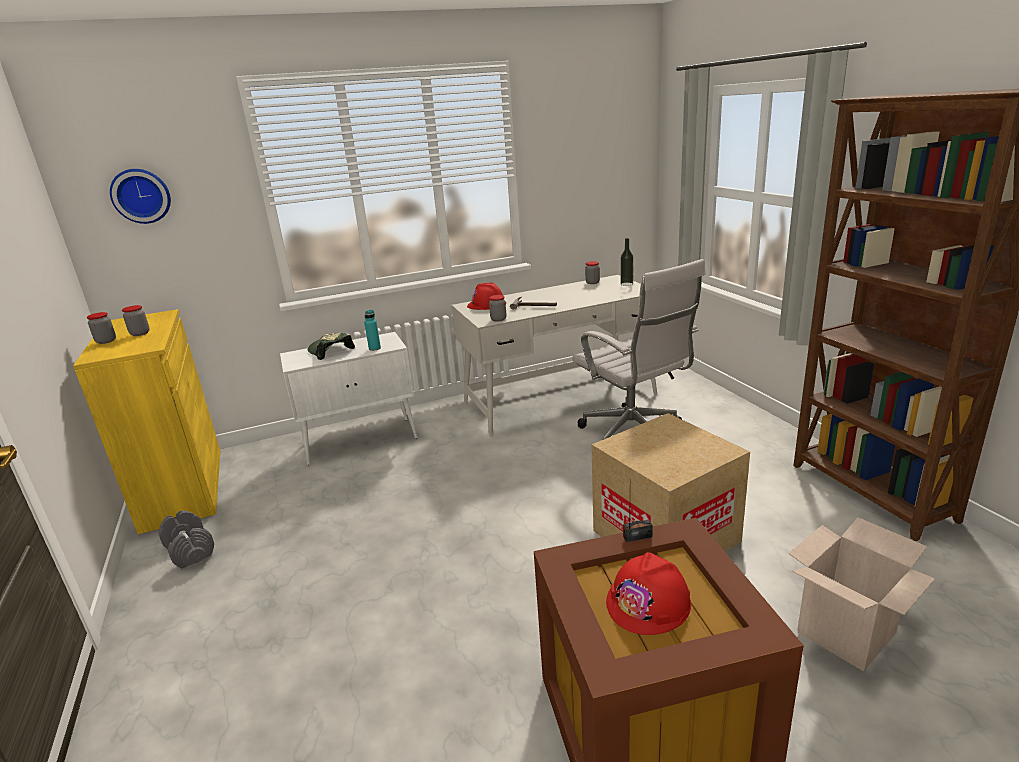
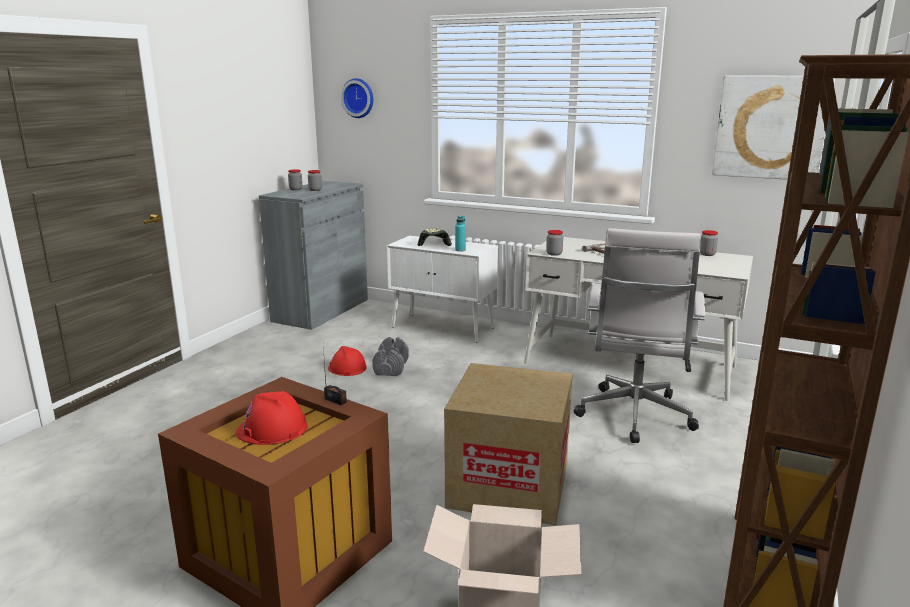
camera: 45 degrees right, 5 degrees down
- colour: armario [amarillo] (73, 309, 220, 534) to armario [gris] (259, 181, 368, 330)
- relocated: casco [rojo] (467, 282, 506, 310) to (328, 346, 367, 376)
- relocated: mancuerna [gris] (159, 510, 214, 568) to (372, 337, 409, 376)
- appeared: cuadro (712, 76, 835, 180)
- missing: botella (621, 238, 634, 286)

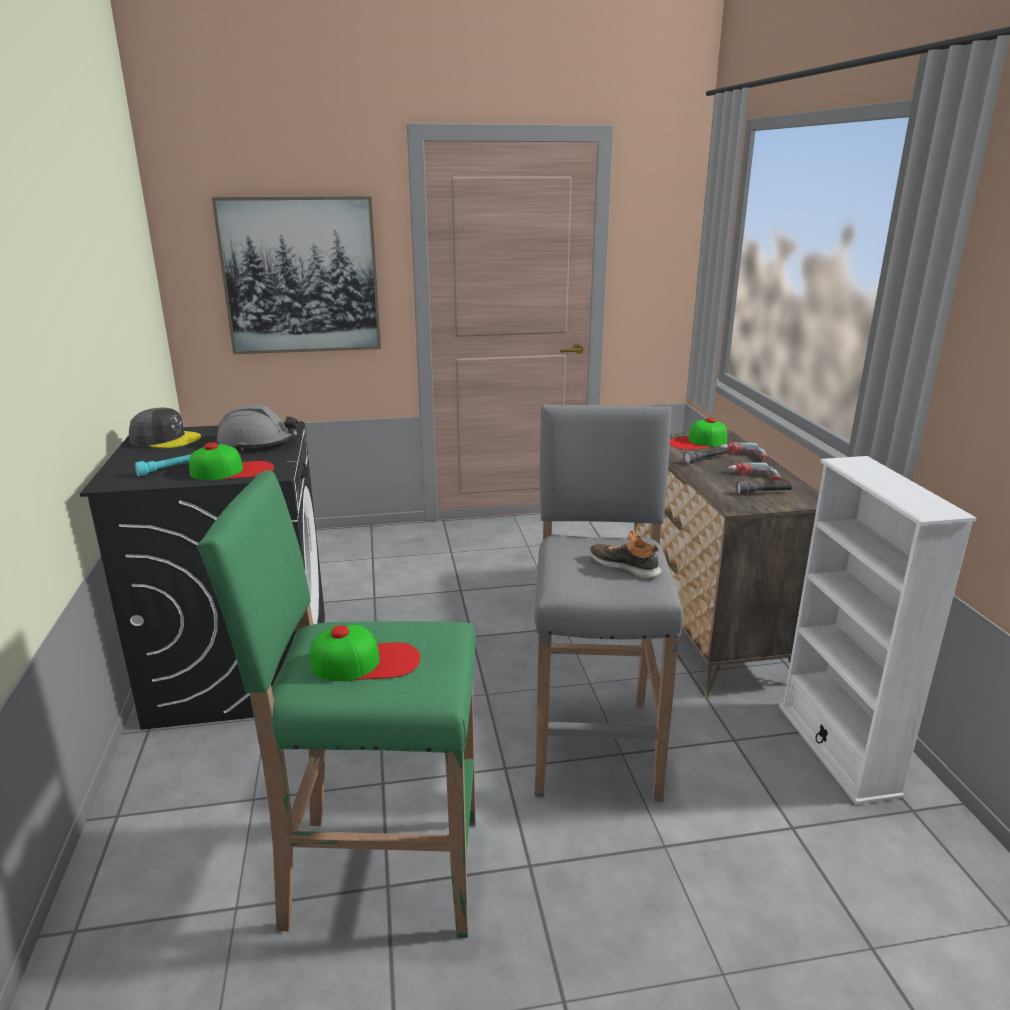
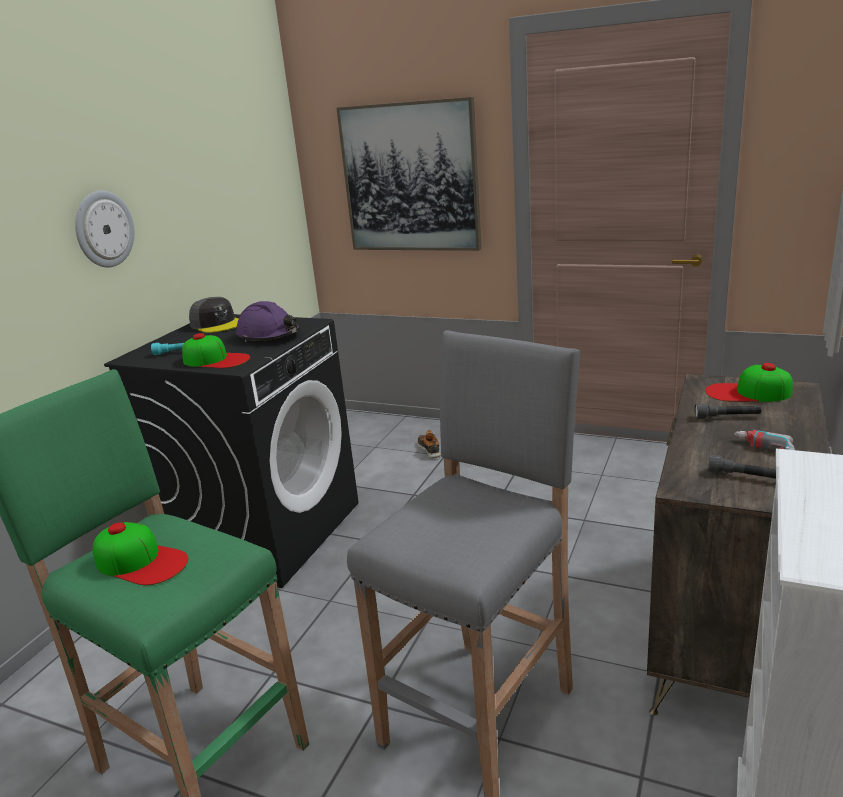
camera: 35 degrees right, 0 degrees up
- appeared: reloj de pared (75, 190, 134, 268)
- colour: casco [gris] (217, 405, 298, 451) to casco [morado] (236, 301, 301, 342)
- relocated: zapato (590, 530, 662, 579) to (417, 430, 441, 459)
- missing: taladro (720, 442, 776, 463)

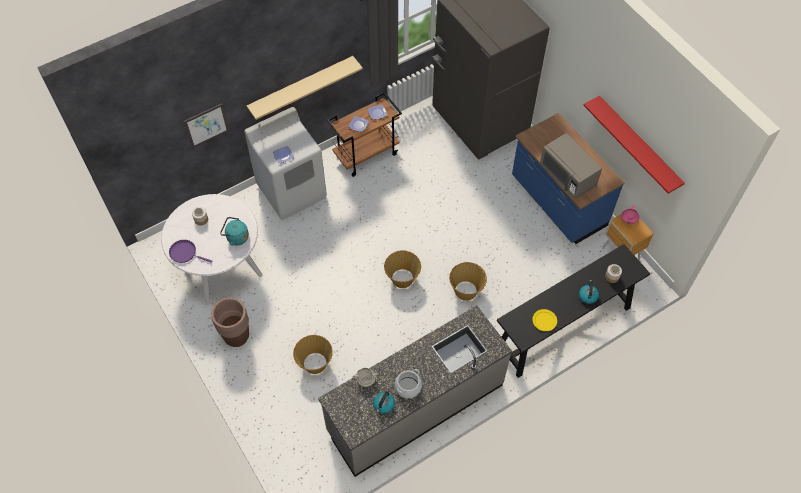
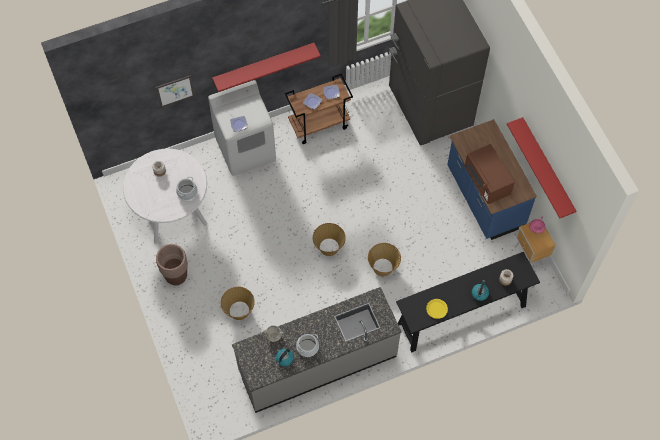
camera: 10 degrees right, 5 degrees up
- exchanged: hervidor [turquesa] (220, 217, 249, 246) to olla (176, 176, 197, 200)
- colour: estante [beis] (247, 56, 363, 120) to estante [rojo] (212, 43, 321, 92)
- colour: microondas [gris] (540, 133, 602, 198) to microondas [marrón] (465, 144, 515, 204)
- missing: sartén [morado] (169, 240, 212, 263)

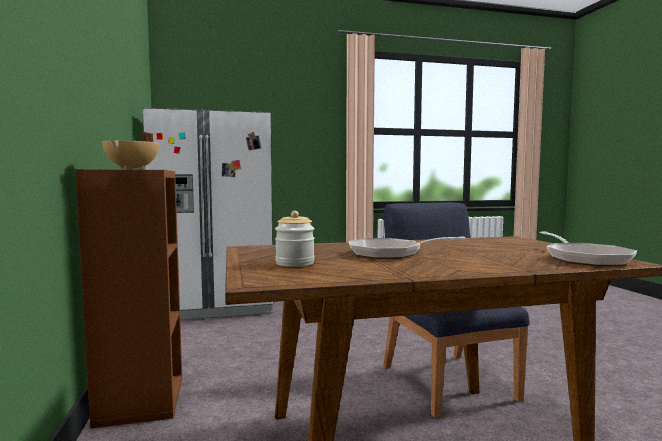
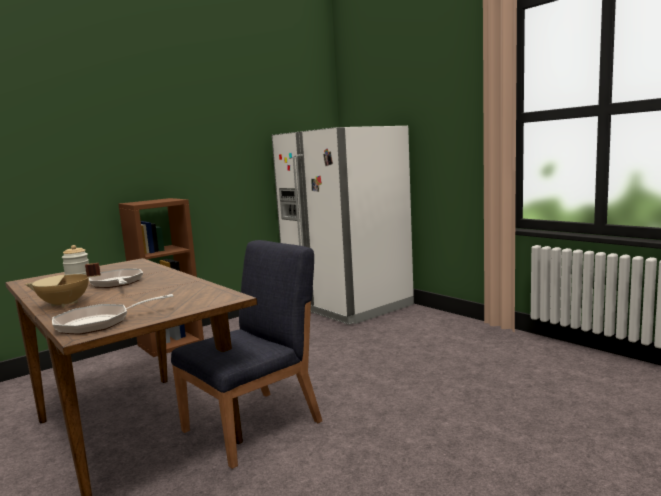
camera: 65 degrees right, 5 degrees up
- relocated: olla [beis] (102, 132, 159, 170) to (25, 263, 101, 308)

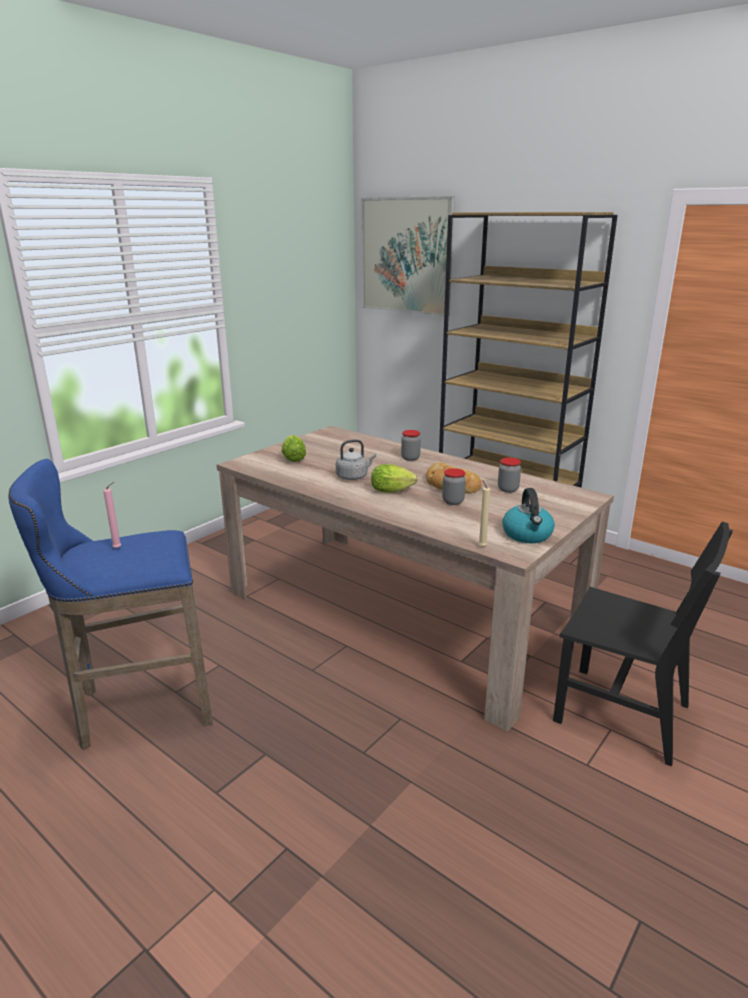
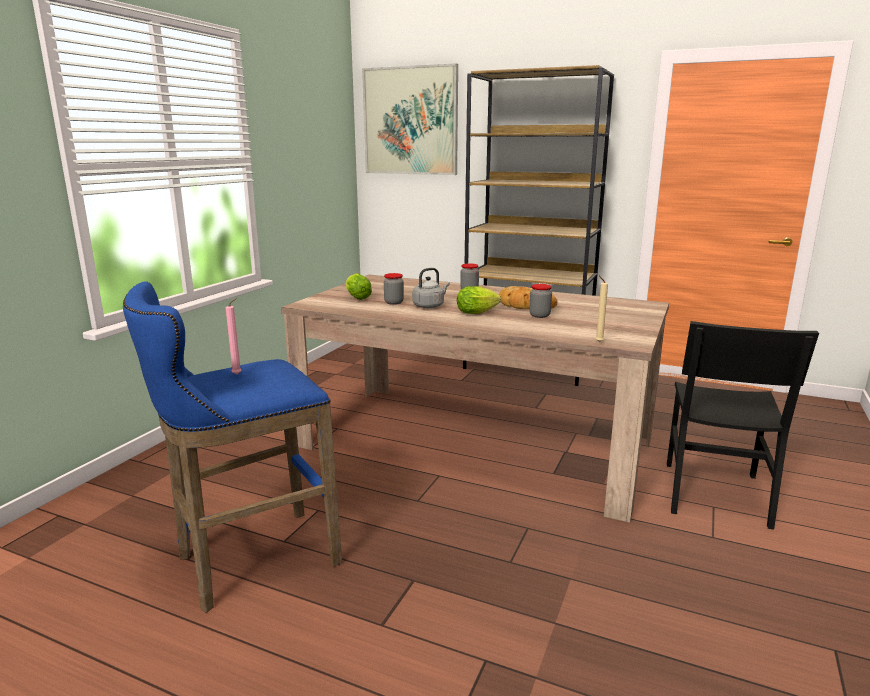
camera: 15 degrees left, 5 degrees down
- relocated: tarro (498, 458, 521, 493) to (384, 273, 404, 305)
- spun: silla [negro] (553, 521, 733, 767) = (667, 321, 819, 530) 90 degrees clockwise
- missing: hervidor (502, 488, 555, 543)

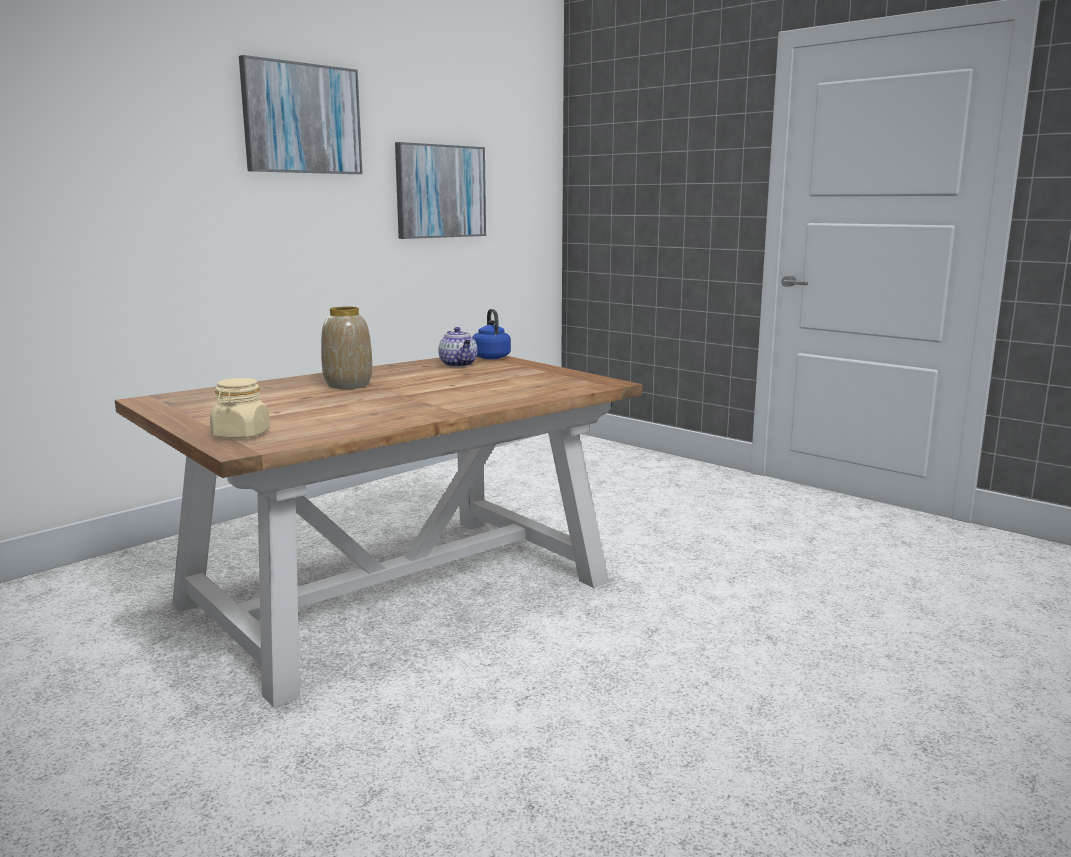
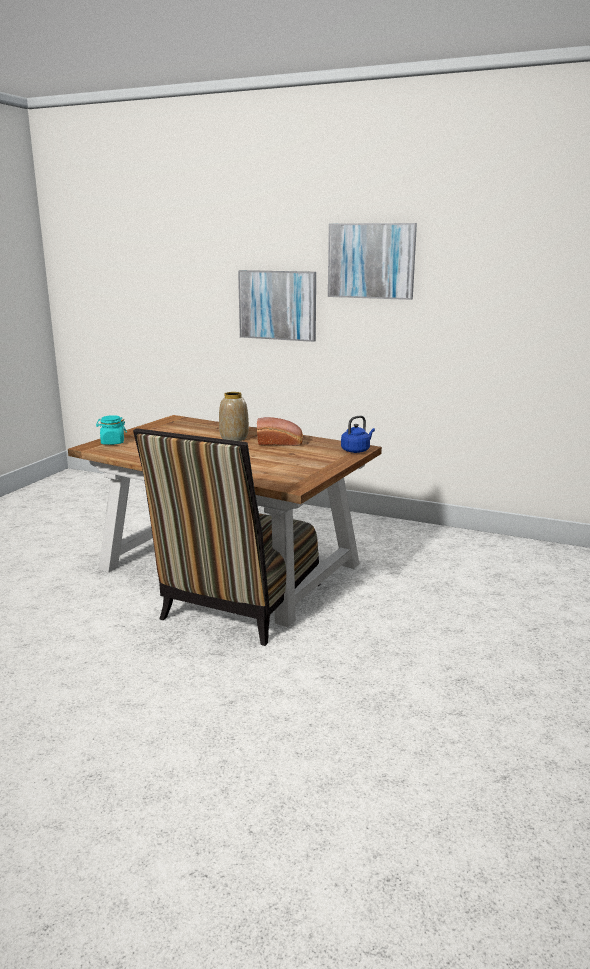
camera: 70 degrees right, 5 degrees up
- colour: tarro [beis] (210, 378, 270, 439) to tarro [turquesa] (96, 415, 127, 445)
- appeared: silla (133, 428, 321, 646)
- relocated: cuadro (395, 142, 486, 239) to (238, 270, 316, 342)
- appeared: pan (257, 417, 303, 446)
- missing: tetera (438, 327, 477, 367)

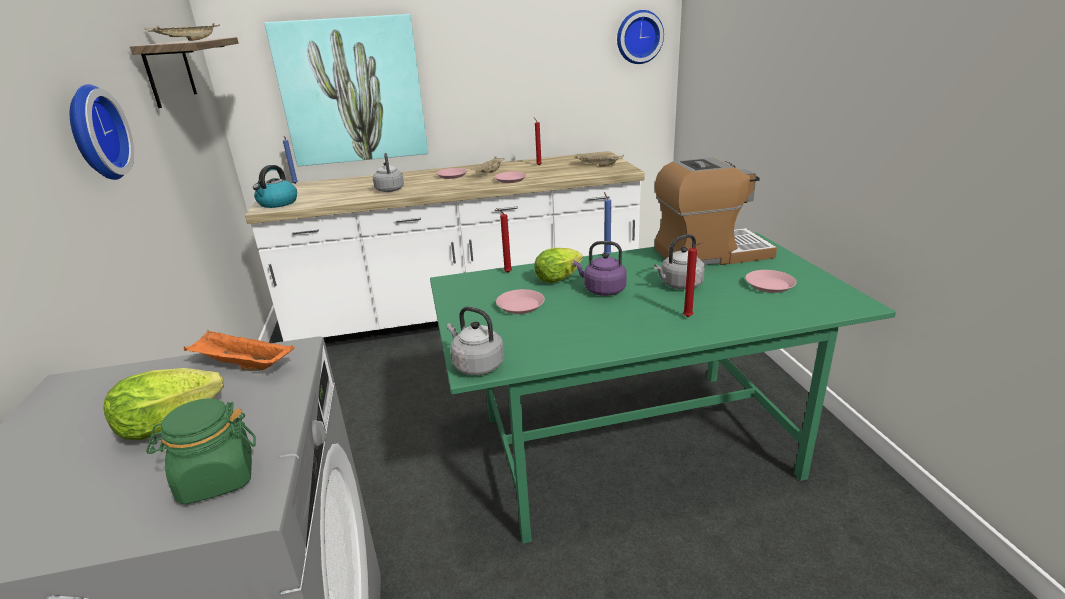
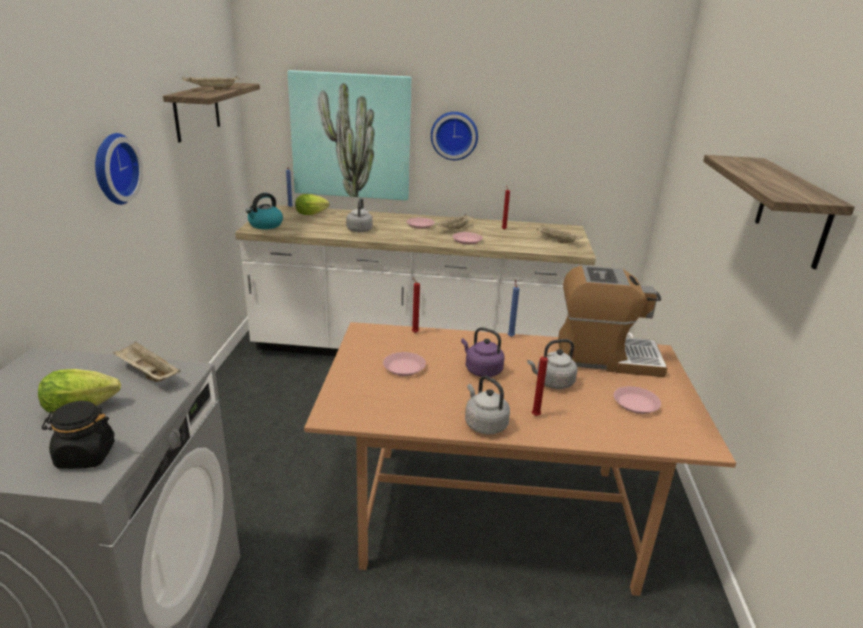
camera: 15 degrees right, 0 degrees up
- colour: tarro [verde] (146, 398, 256, 504) to tarro [negro] (42, 401, 115, 469)
- colour: bandeja [naranja] (184, 331, 295, 371) to bandeja [beis] (113, 341, 181, 382)
- relocated: lechuga (534, 248, 583, 283) to (295, 194, 330, 215)
- colour: mesa de comedor [verde] (430, 233, 896, 543) to mesa de comedor [marrón] (304, 322, 736, 596)
- relocated: reloj de pared (617, 10, 664, 64) to (431, 112, 478, 160)
- relocated: hervidor [gris] (447, 306, 504, 375) to (465, 376, 510, 435)
- appeared: estante (703, 155, 855, 269)

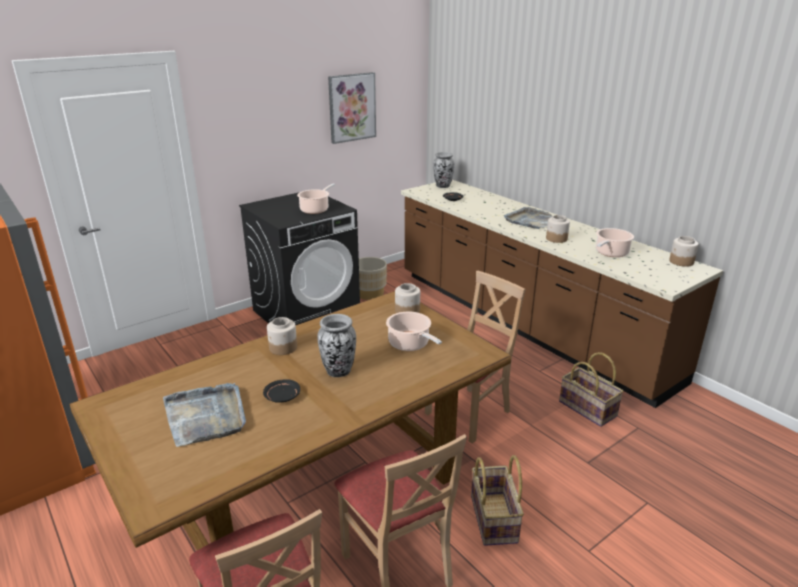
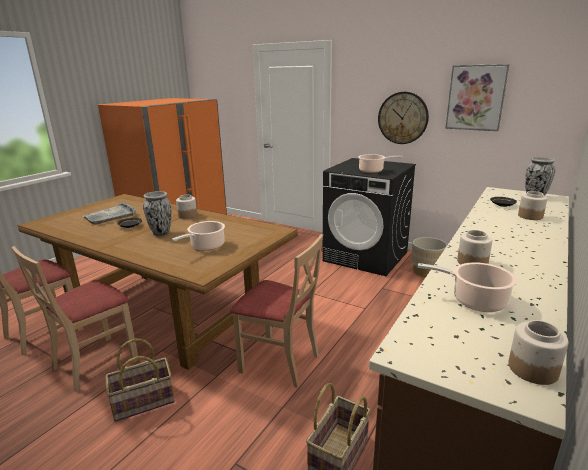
camera: 70 degrees right, 5 degrees down
- appeared: reloj de pared (378, 92, 429, 144)
- relocated: tarro (395, 283, 420, 313) to (518, 191, 547, 220)
- missing: bandeja [gris] (504, 207, 553, 229)

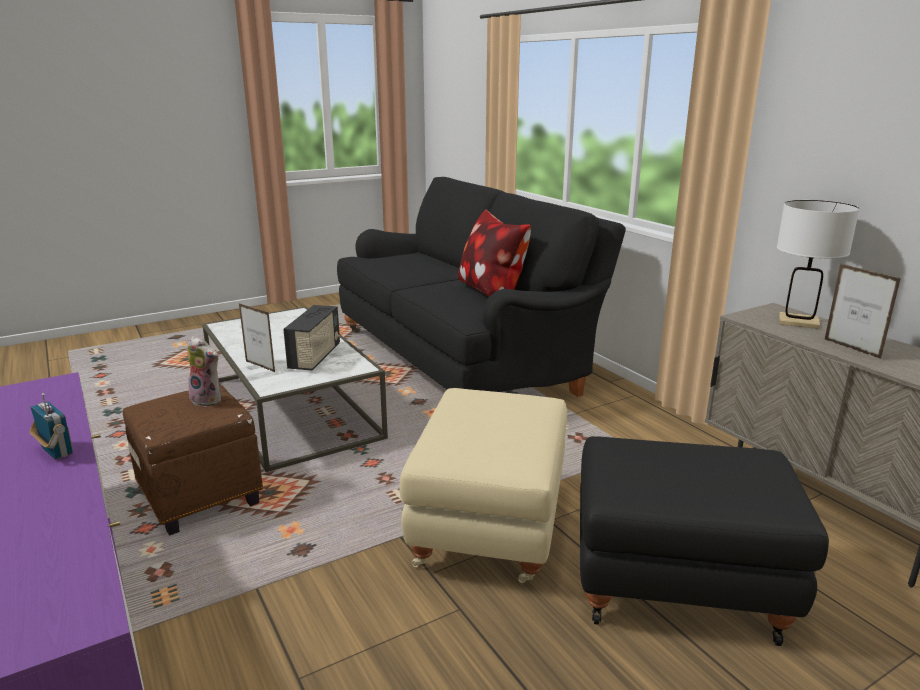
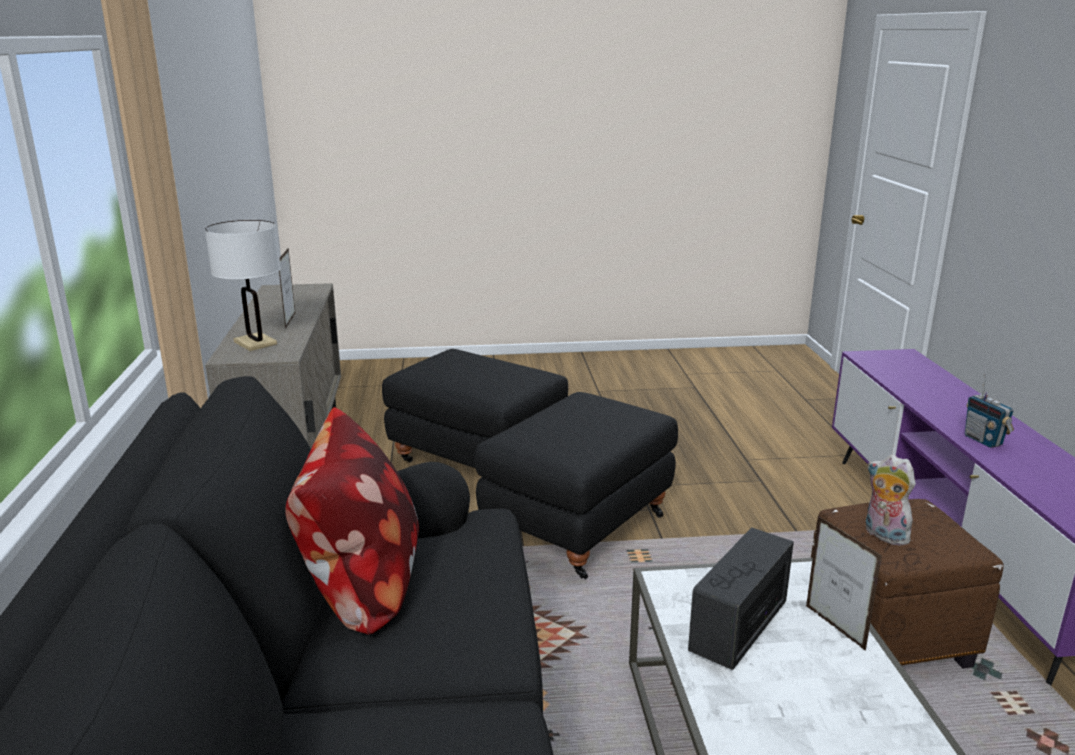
camera: 155 degrees left, 0 degrees up
- colour: puf [beis] (399, 388, 567, 583) to puf [negro] (475, 392, 678, 579)

